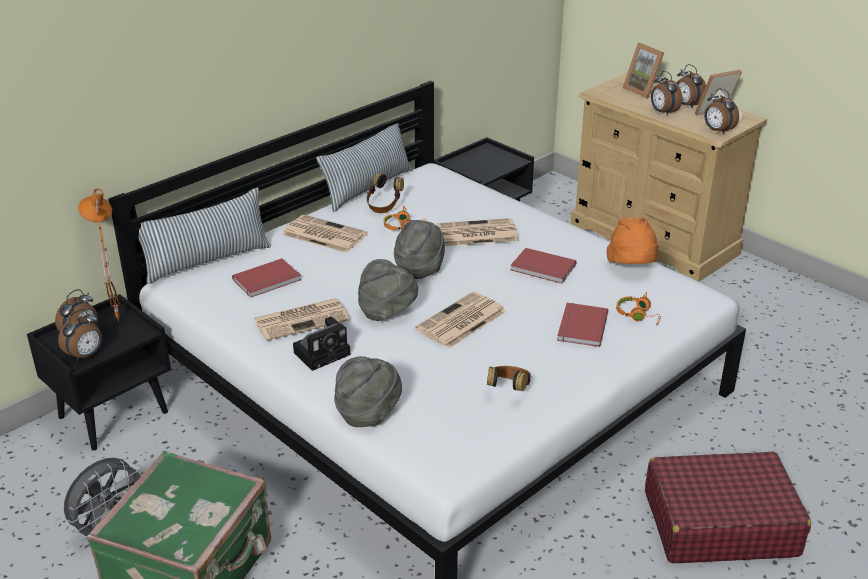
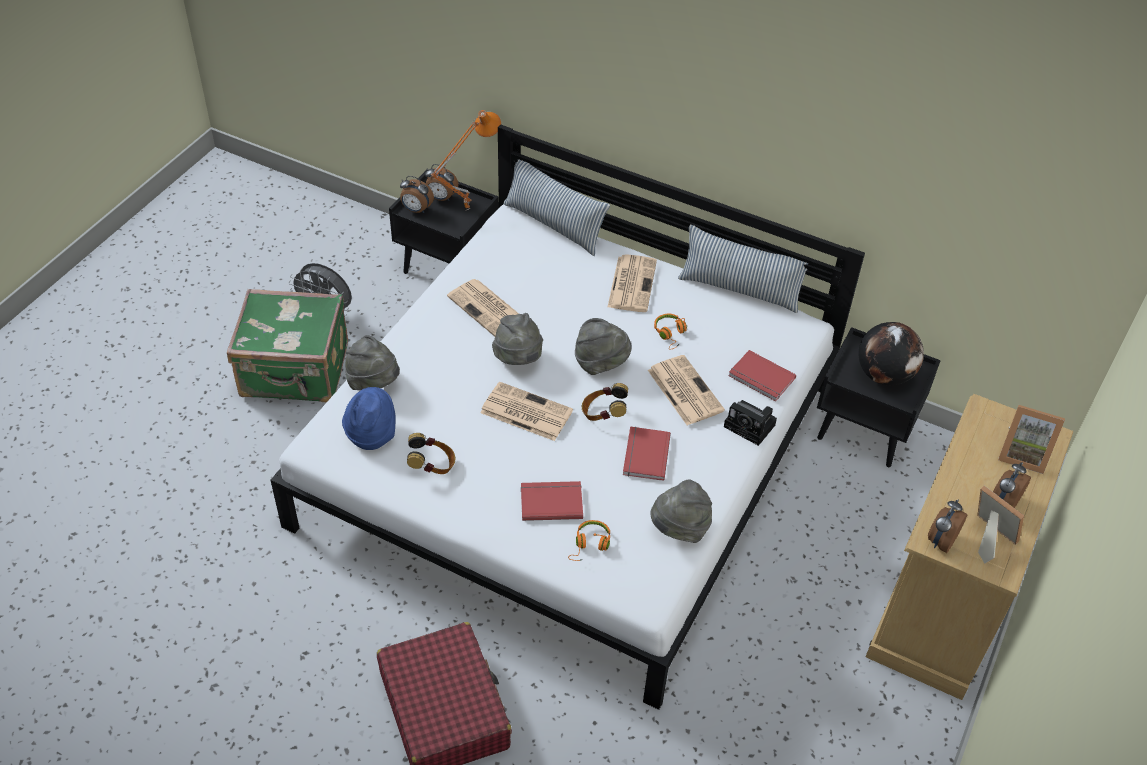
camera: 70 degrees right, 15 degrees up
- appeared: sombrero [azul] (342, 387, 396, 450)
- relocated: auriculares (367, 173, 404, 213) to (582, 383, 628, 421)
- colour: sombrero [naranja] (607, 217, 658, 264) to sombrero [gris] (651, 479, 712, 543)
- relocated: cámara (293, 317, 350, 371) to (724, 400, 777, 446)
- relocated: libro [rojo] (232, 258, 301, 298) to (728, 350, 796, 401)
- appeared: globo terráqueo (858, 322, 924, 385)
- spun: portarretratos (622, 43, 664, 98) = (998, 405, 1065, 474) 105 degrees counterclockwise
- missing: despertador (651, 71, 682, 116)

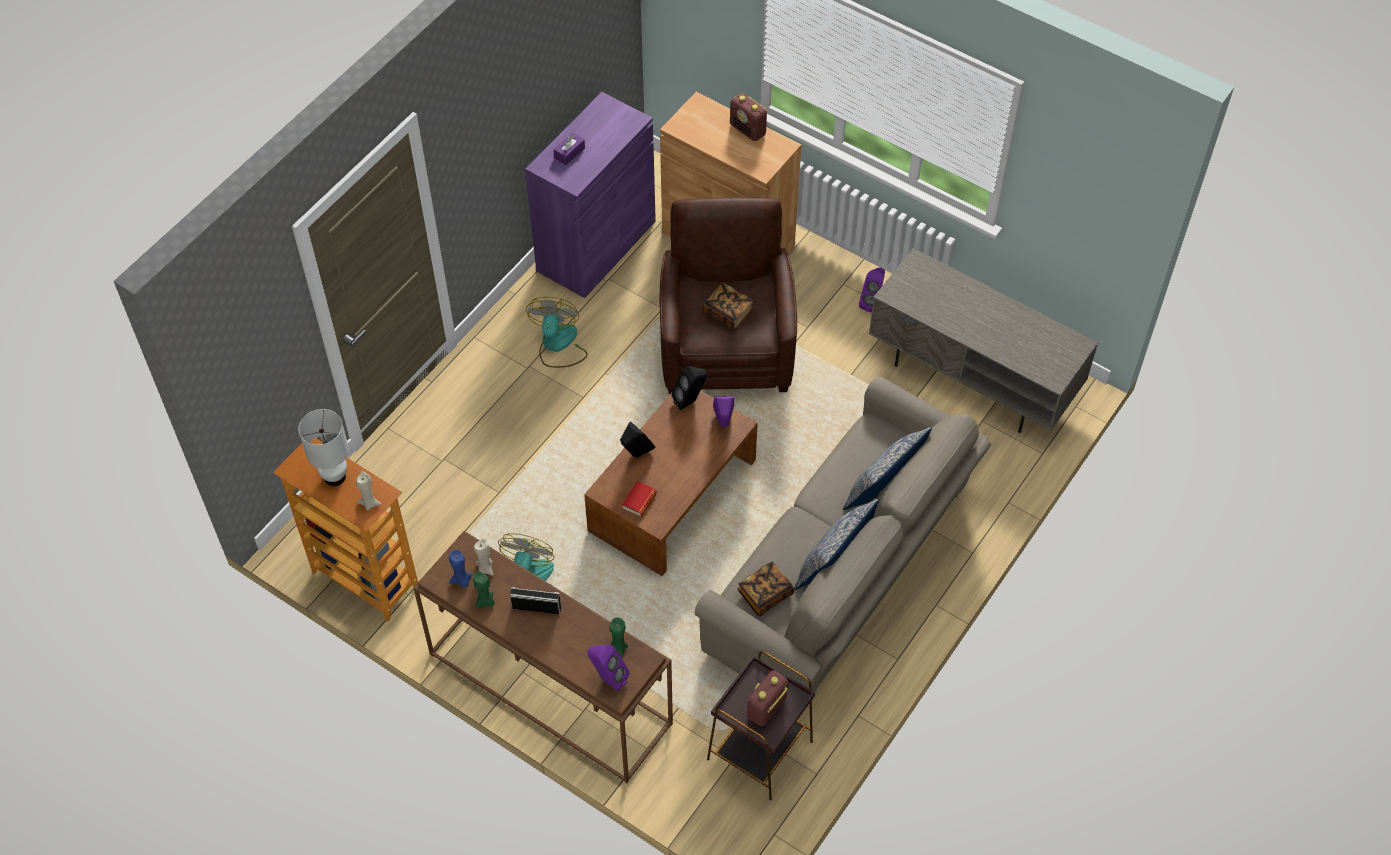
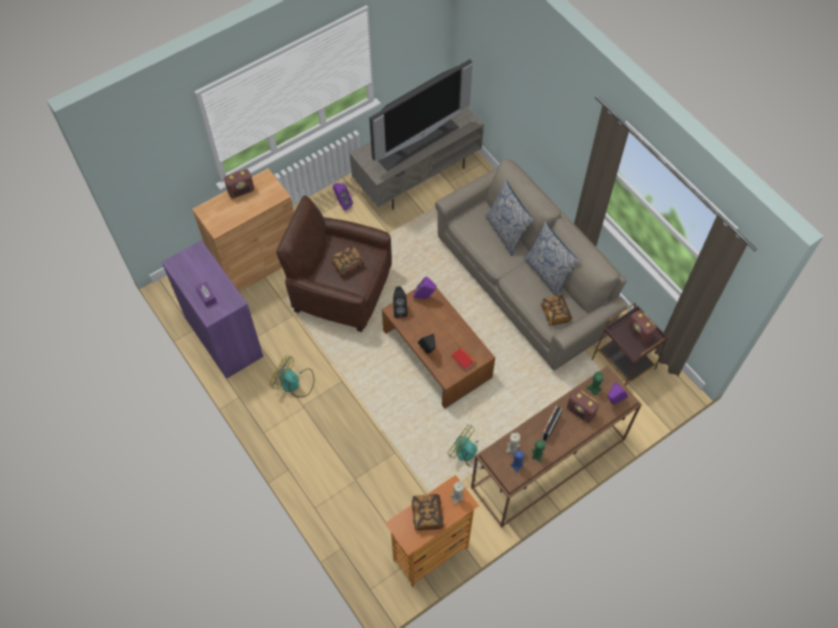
camera: 70 degrees left, 5 degrees up
- appeared: televisor (369, 60, 473, 171)
- exchanged: lámpara de mesa [blanco] (298, 409, 349, 486) to libro (412, 494, 444, 530)
- appeared: radio (567, 390, 599, 423)

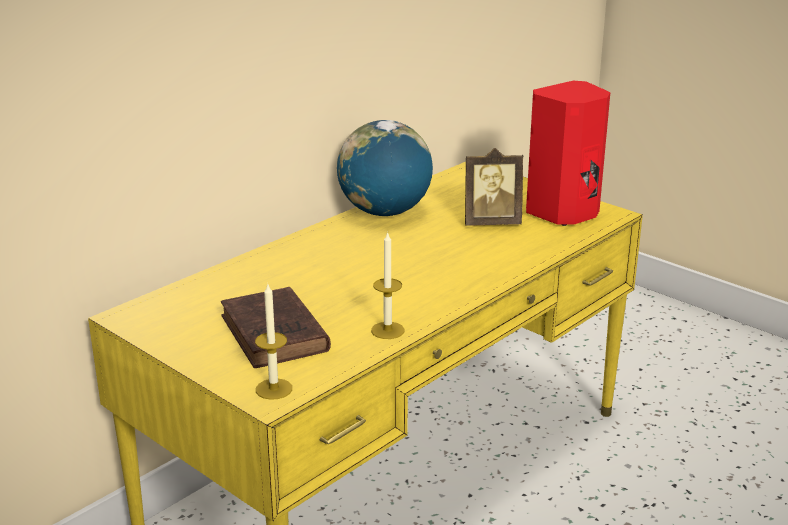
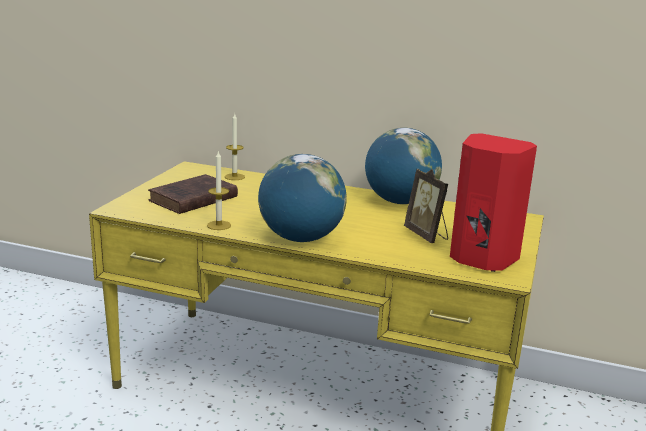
camera: 65 degrees right, 5 degrees down
- relocated: vela (255, 284, 292, 400) to (225, 114, 245, 180)
- appeared: globo terráqueo (258, 154, 347, 242)

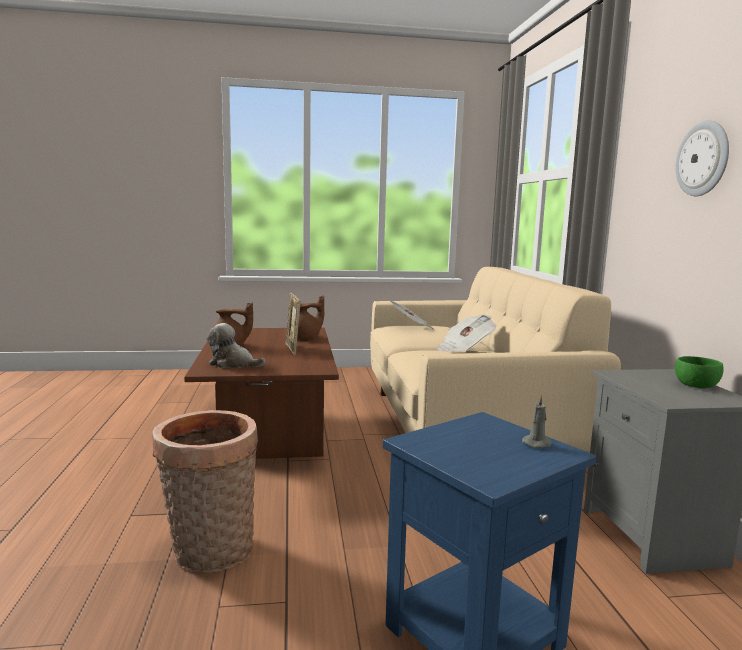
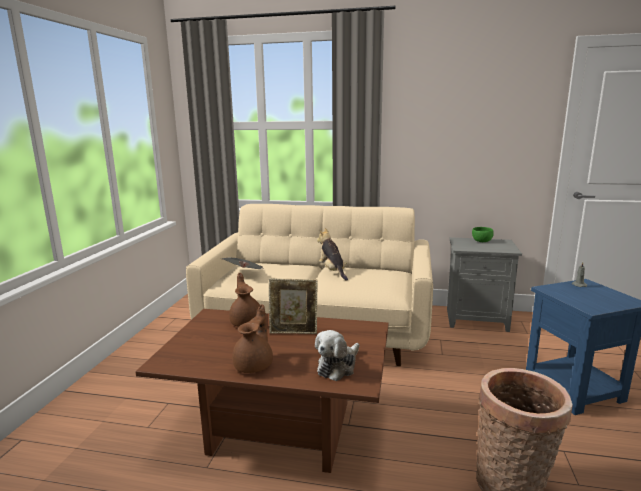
camera: 70 degrees left, 5 degrees up
- exchanged: periódico (437, 315, 496, 352) to peluche (317, 228, 348, 281)
- missing: reloj de pared (676, 120, 729, 196)

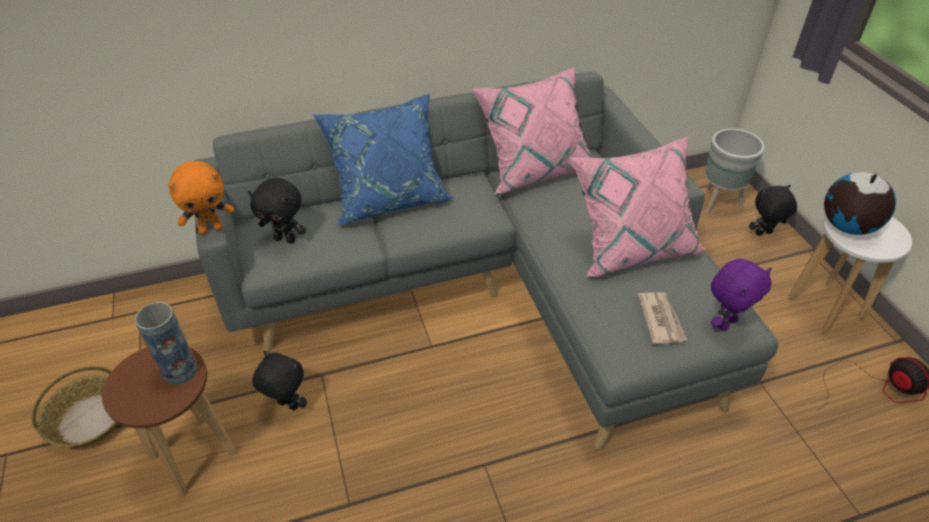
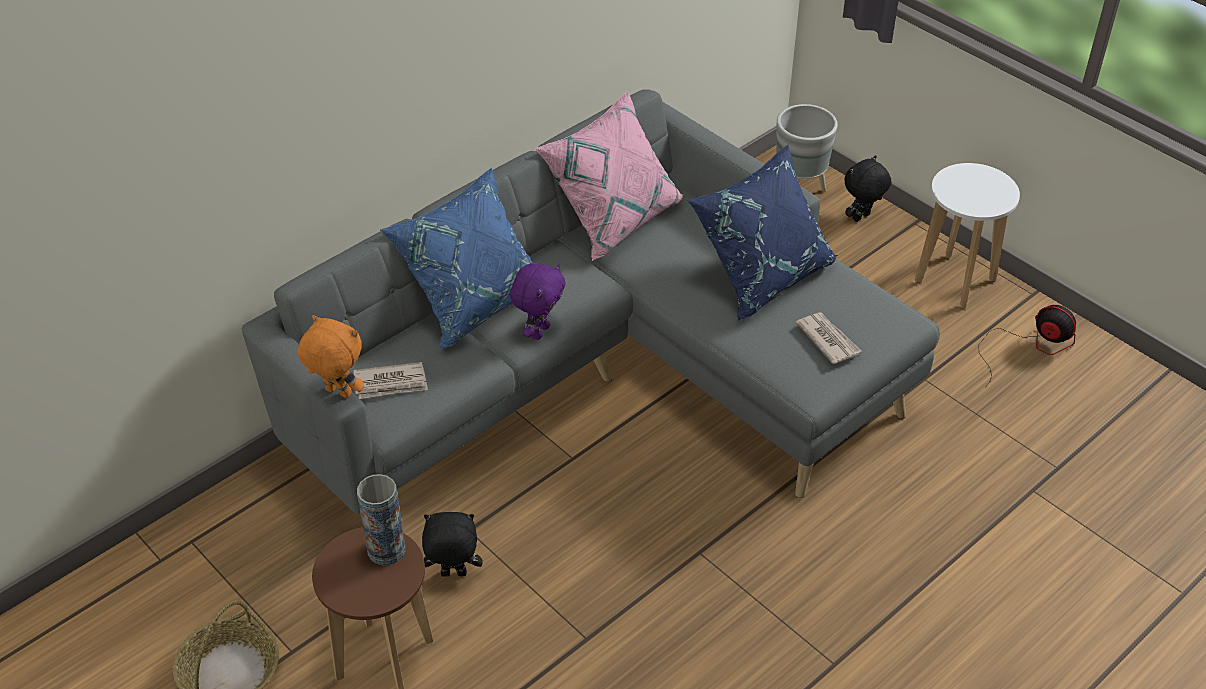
camera: 25 degrees left, 0 degrees up
- spun: peluche [naranja] (168, 161, 234, 235) = (298, 315, 364, 398) 105 degrees counterclockwise
- exchanged: peluche [negro] (248, 178, 306, 243) to periódico (354, 362, 428, 399)
- relocated: peluche [morado] (711, 259, 772, 331) to (510, 263, 566, 340)
- colour: cojín [rosa] (570, 137, 706, 277) to cojín [azul] (688, 145, 837, 321)
- missing: globo terráqueo (824, 172, 896, 235)

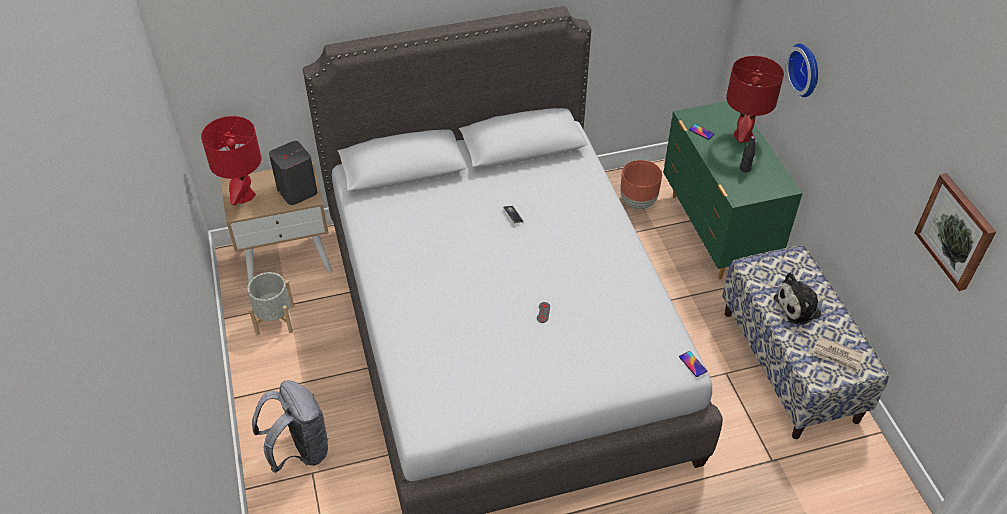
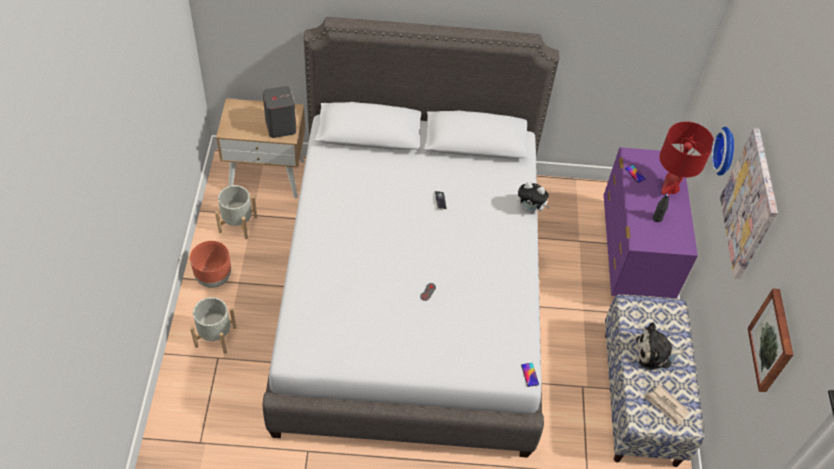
camera: 15 degrees right, 5 degrees up
- relocated: maceta [marrón] (620, 160, 662, 209) to (190, 241, 231, 288)
- exchanged: mochila [gris] (252, 380, 329, 473) to maceta [gris] (190, 297, 236, 354)
- appeared: peluche (518, 182, 550, 213)
- colour: cómoda [verde] (663, 101, 803, 279) to cómoda [morado] (603, 147, 698, 299)
- appeared: cuadro (720, 128, 778, 279)
- missing: lámpara de mesa [rojo] (201, 116, 261, 205)

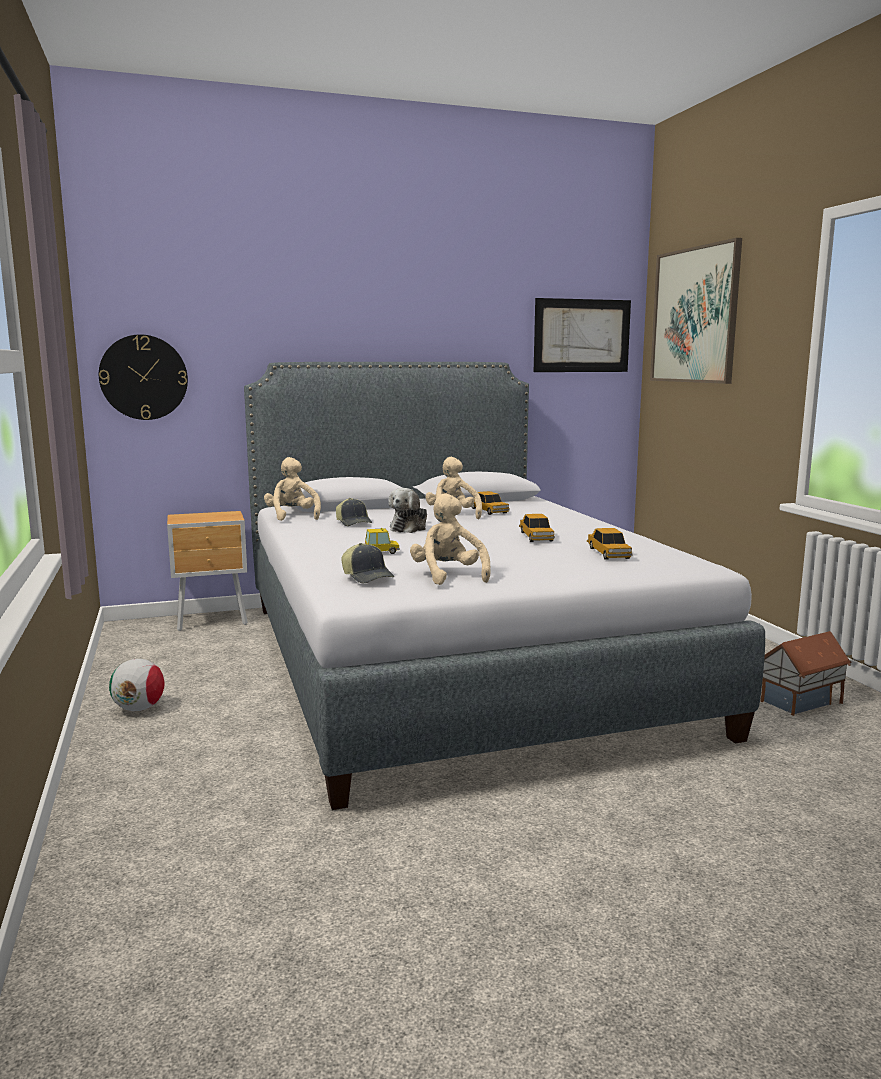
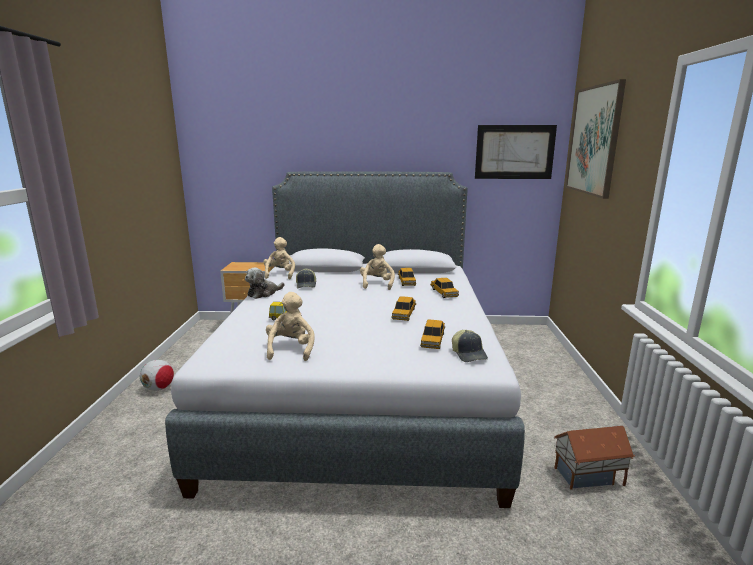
camera: 20 degrees right, 5 degrees up
- relocated: peluche (388, 488, 427, 533) to (245, 268, 285, 299)
- appeared: coche de juguete (430, 278, 459, 298)
- relocated: gorra (341, 543, 394, 583) to (452, 330, 488, 362)
- missing: reloj de pared (99, 335, 188, 420)

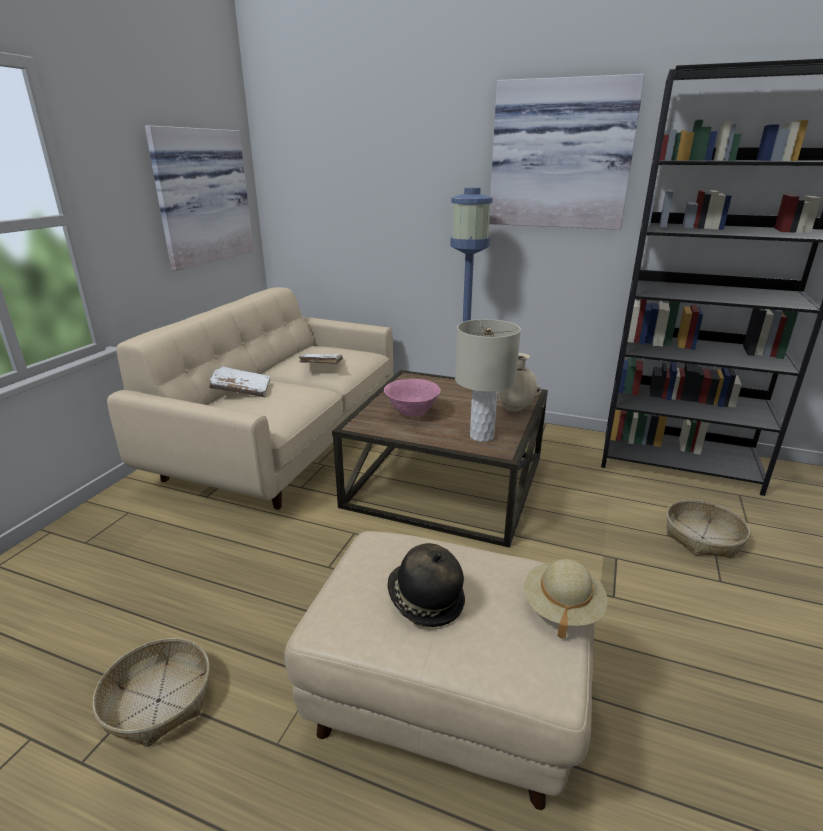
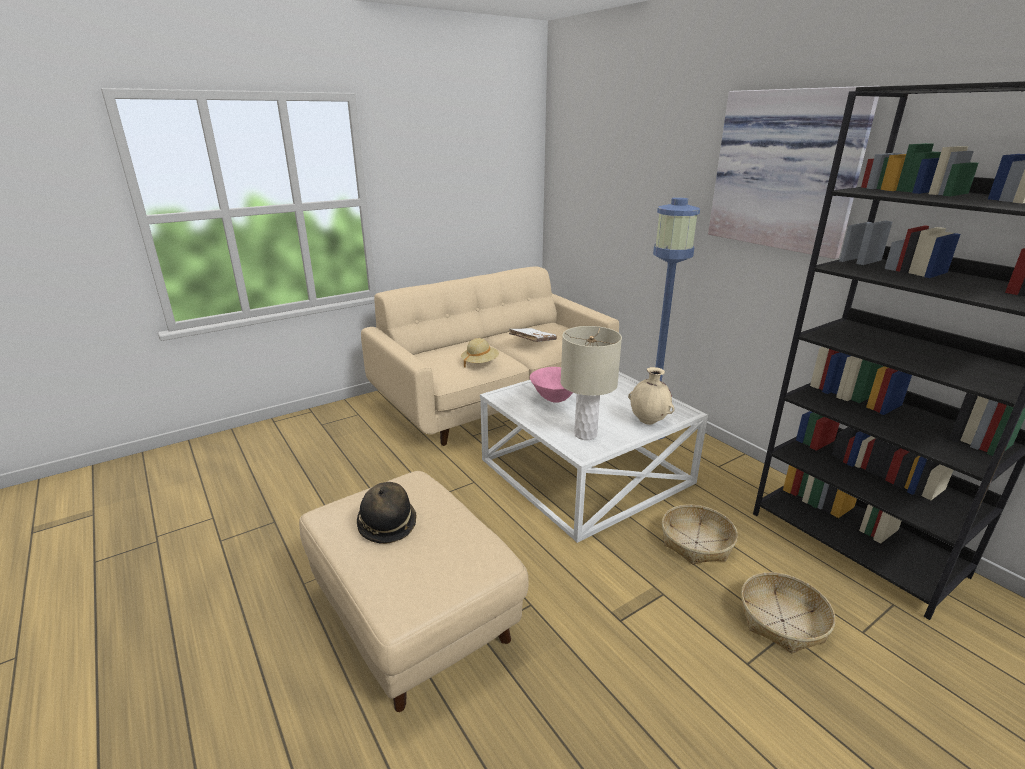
camera: 35 degrees right, 0 degrees up
- relocated: sombrero [beis] (524, 559, 608, 639) to (461, 338, 499, 368)
- colour: mesa de centro [marrón] (332, 370, 548, 548) to mesa de centro [blanco] (480, 372, 708, 543)
- relocated: cesta (93, 638, 210, 747) to (662, 505, 738, 565)
- missing: cuadro (145, 126, 254, 271)
- missing: libro [blanco] (209, 366, 270, 397)

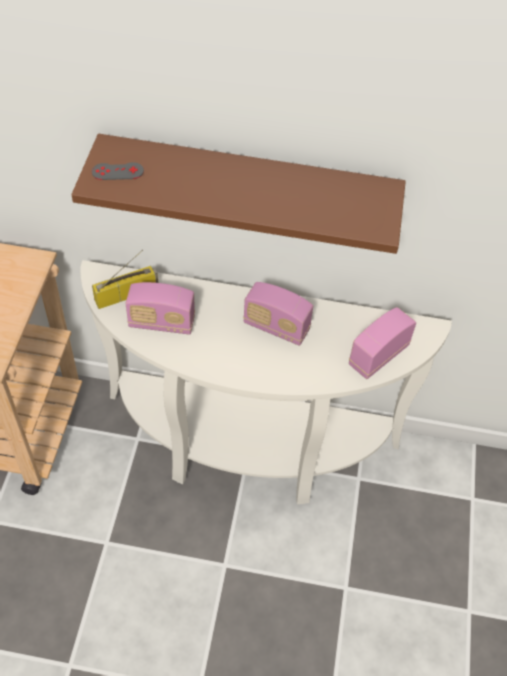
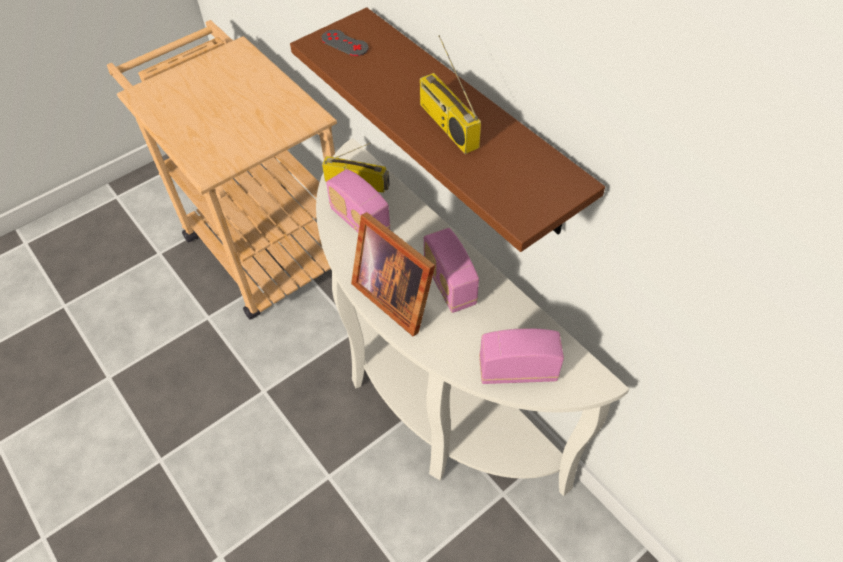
camera: 45 degrees right, 0 degrees up
- appeared: portarretratos (351, 212, 435, 337)
- appeared: radio (420, 35, 481, 154)

